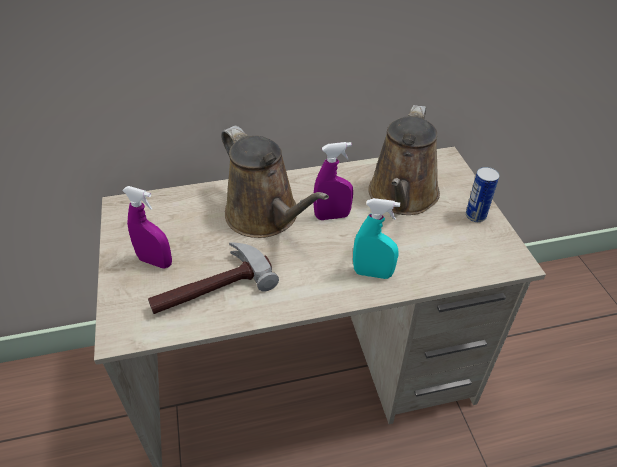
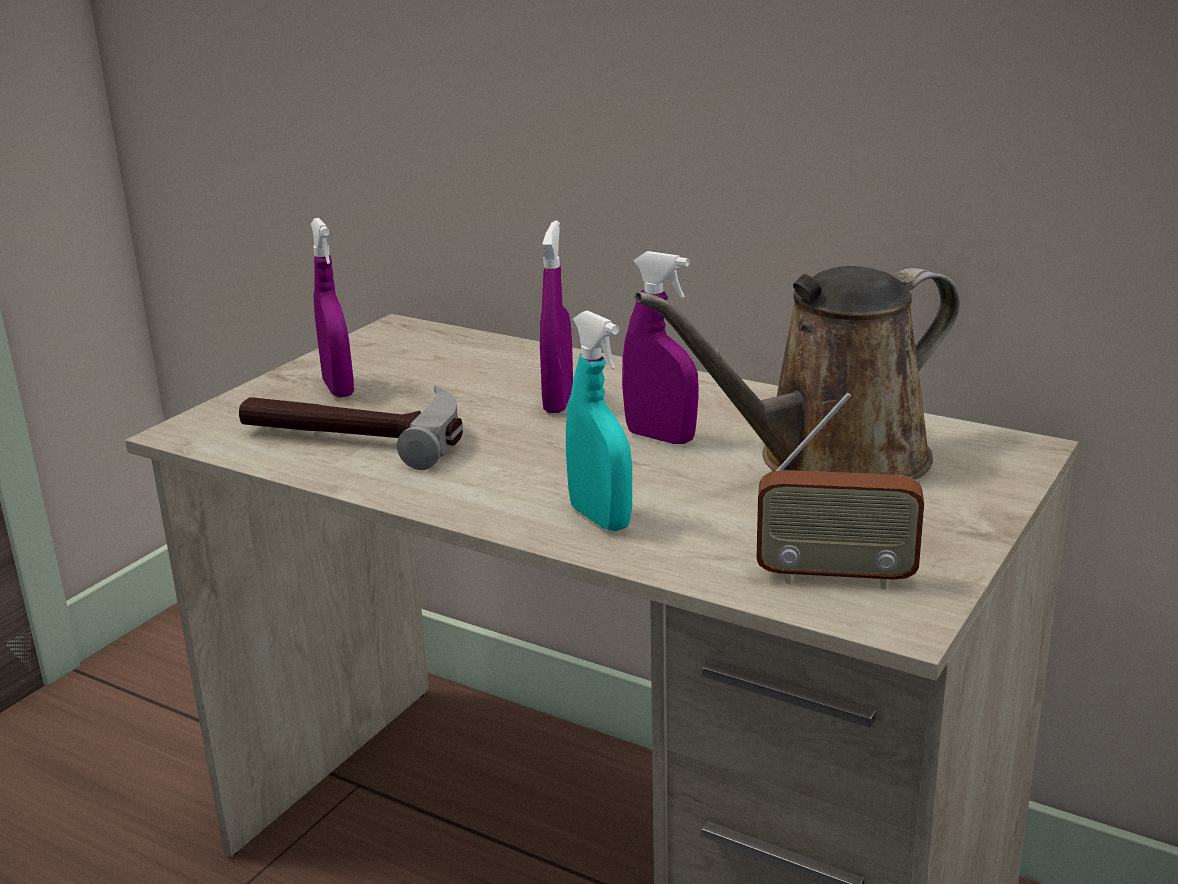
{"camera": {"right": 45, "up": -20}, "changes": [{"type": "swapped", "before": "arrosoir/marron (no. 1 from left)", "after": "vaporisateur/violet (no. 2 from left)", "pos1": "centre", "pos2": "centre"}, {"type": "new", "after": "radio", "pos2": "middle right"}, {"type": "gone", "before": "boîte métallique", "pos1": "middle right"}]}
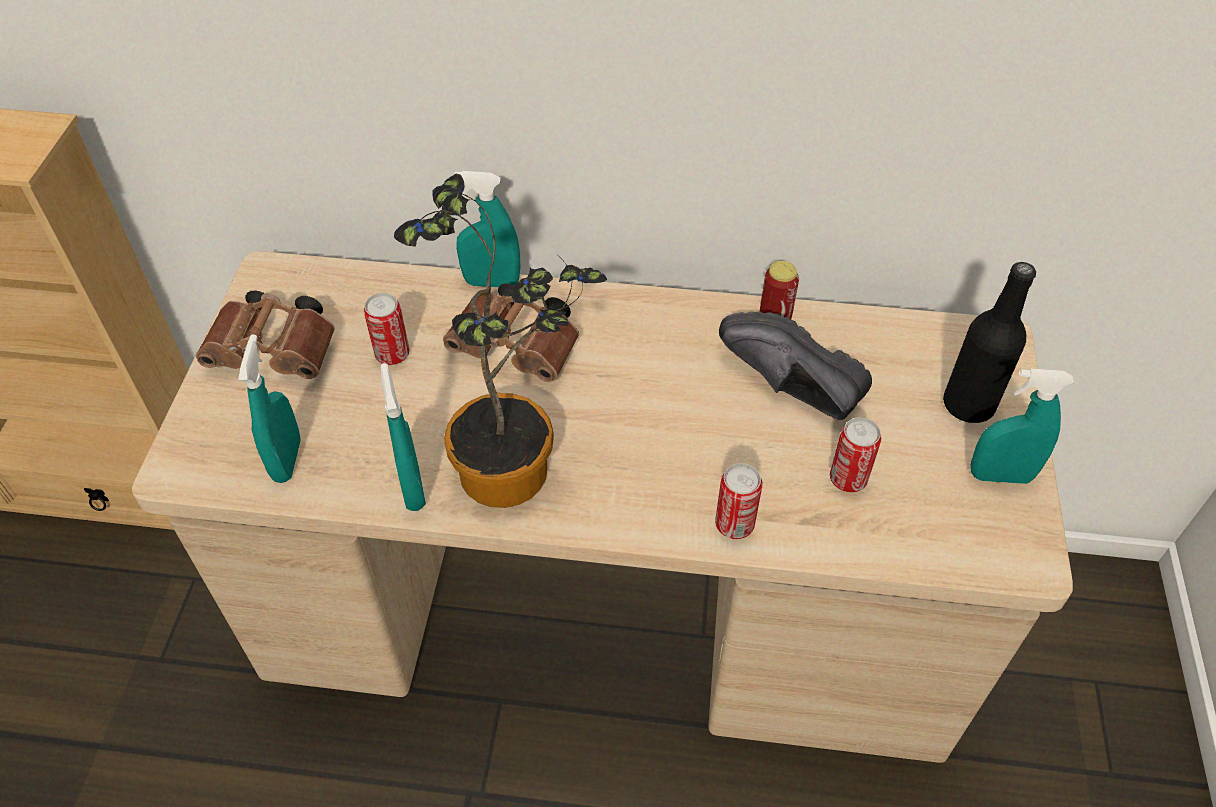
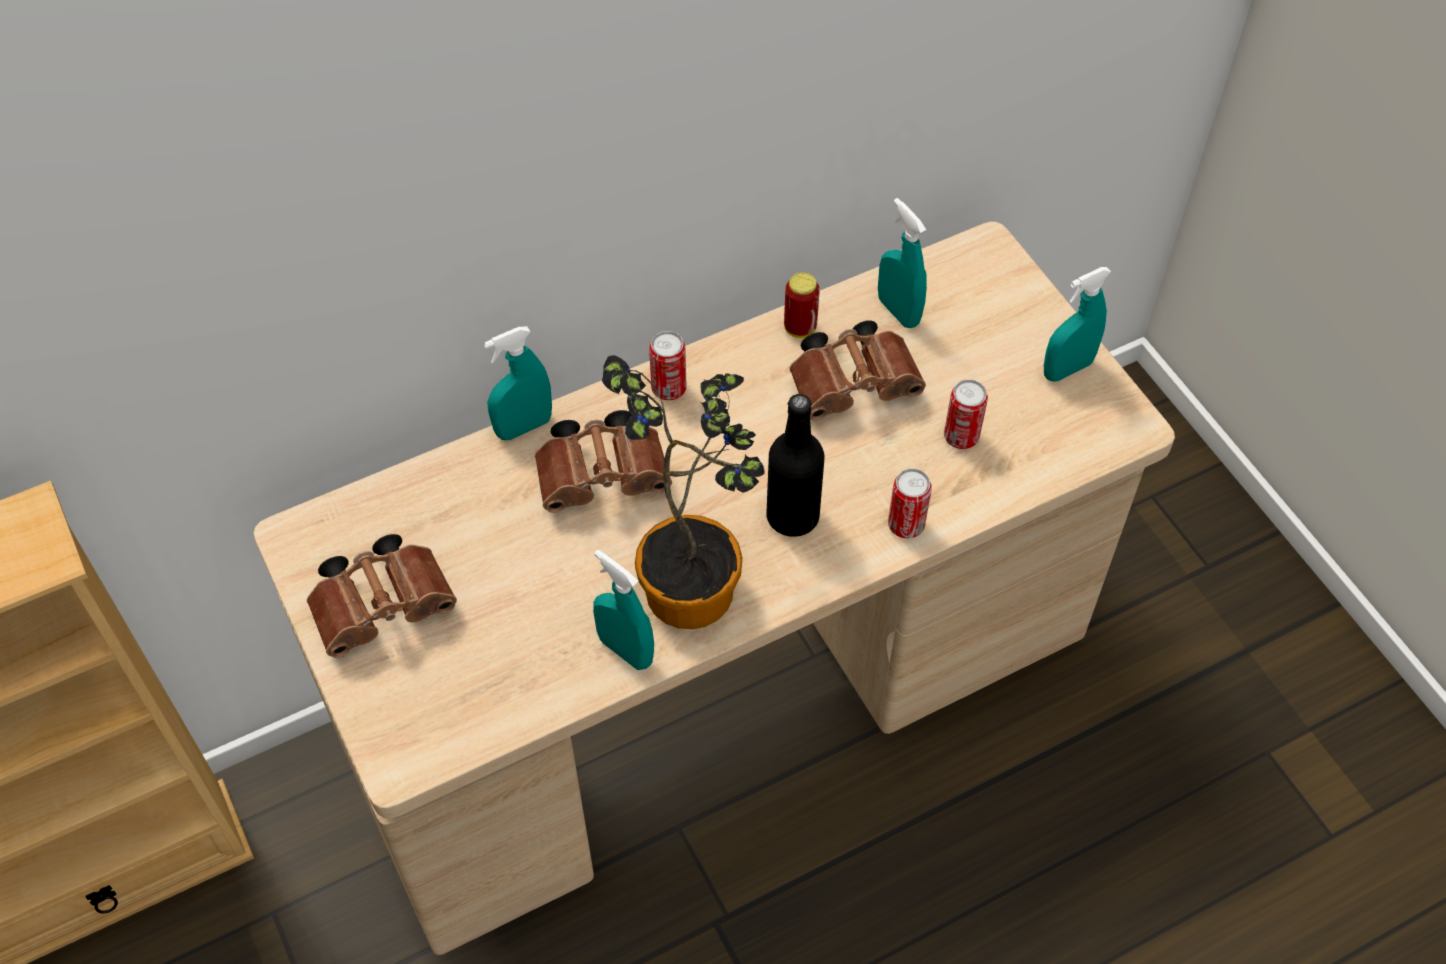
{"camera": {"right": -35, "up": 5}, "changes": [{"type": "shifted", "before": "boîte métallique (no. 1 from left)", "pos1": "middle left", "pos2": "centre"}, {"type": "shifted", "before": "bouteille/noir", "pos1": "middle right", "pos2": "centre"}, {"type": "swapped", "before": "chaussure/noir", "after": "jumelles/marron (no. 3 from left)", "pos1": "centre", "pos2": "centre"}, {"type": "shifted", "before": "vaporisateur/turquoise (no. 1 from left in the first image)", "after": "vaporisateur/turquoise (no. 3 from left)", "pos1": "middle left", "pos2": "top centre"}]}
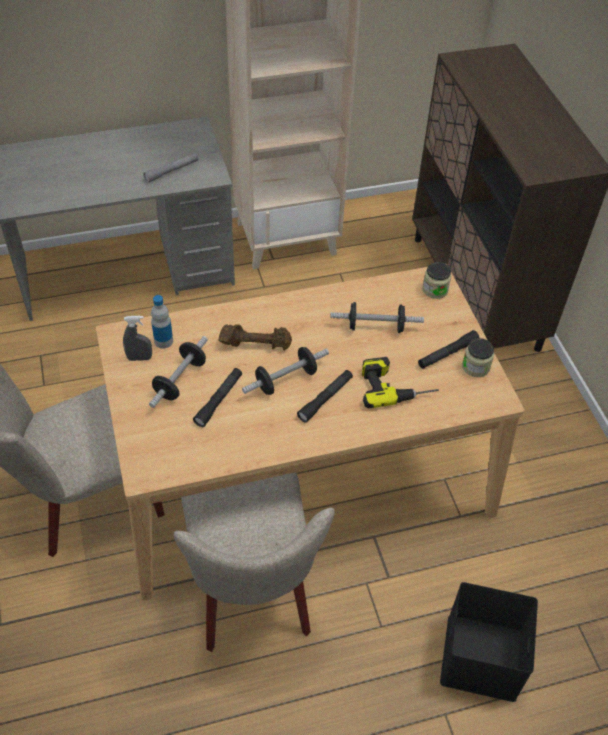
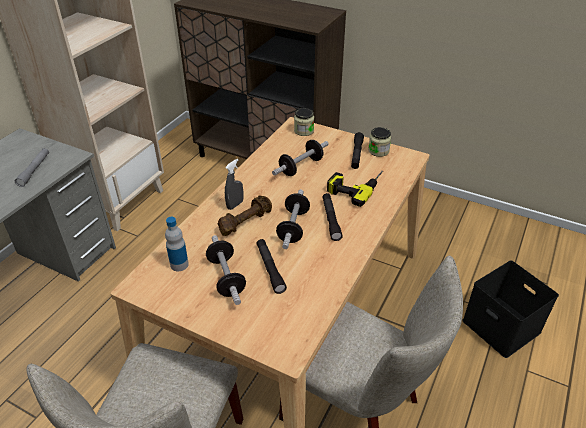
{"camera": {"right": -45, "up": -10}, "changes": [{"type": "shifted", "before": "vaporisateur/gris", "pos1": "middle left", "pos2": "centre"}]}
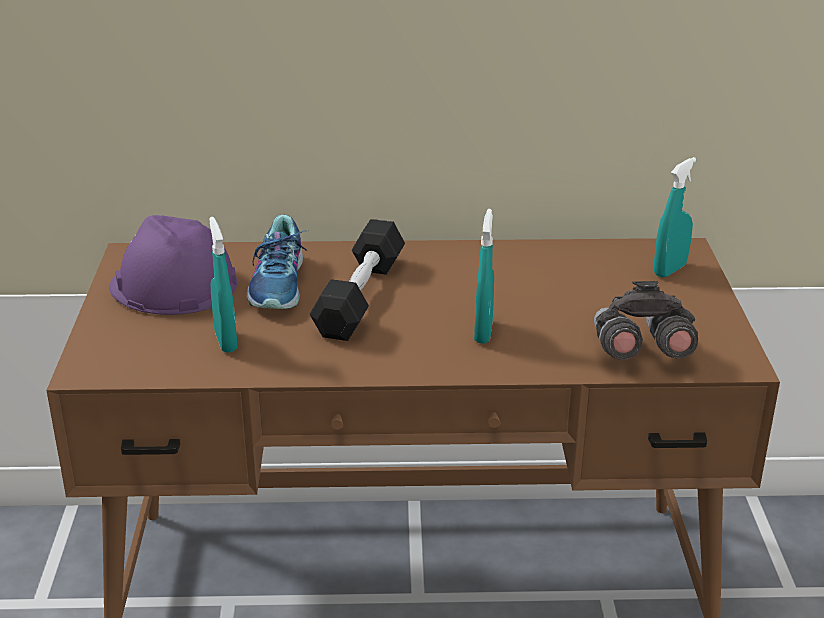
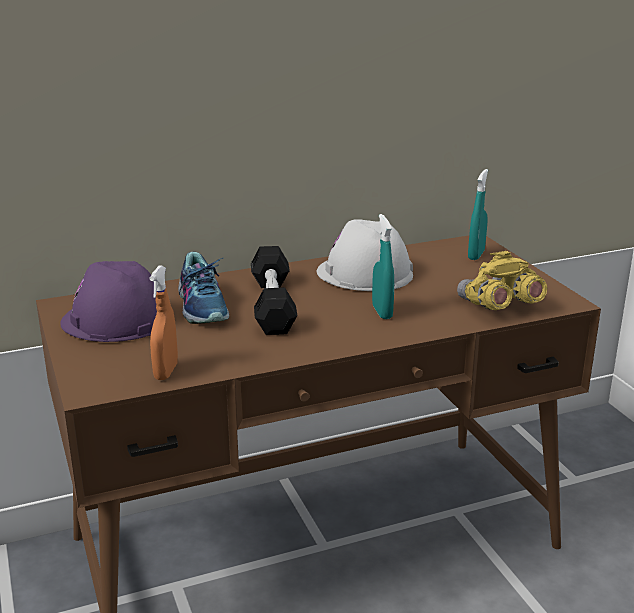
{"camera": {"right": -20, "up": -5}, "changes": [{"type": "new", "after": "vaporisateur/orange", "pos2": "middle left"}, {"type": "new", "after": "casque de chantier/blanc", "pos2": "centre"}, {"type": "repainted", "before": "jumelles/gris", "after": "jumelles/jaune", "pos1": "middle right", "pos2": "middle right"}, {"type": "gone", "before": "vaporisateur/turquoise (no. 1 from left)", "pos1": "middle left"}]}
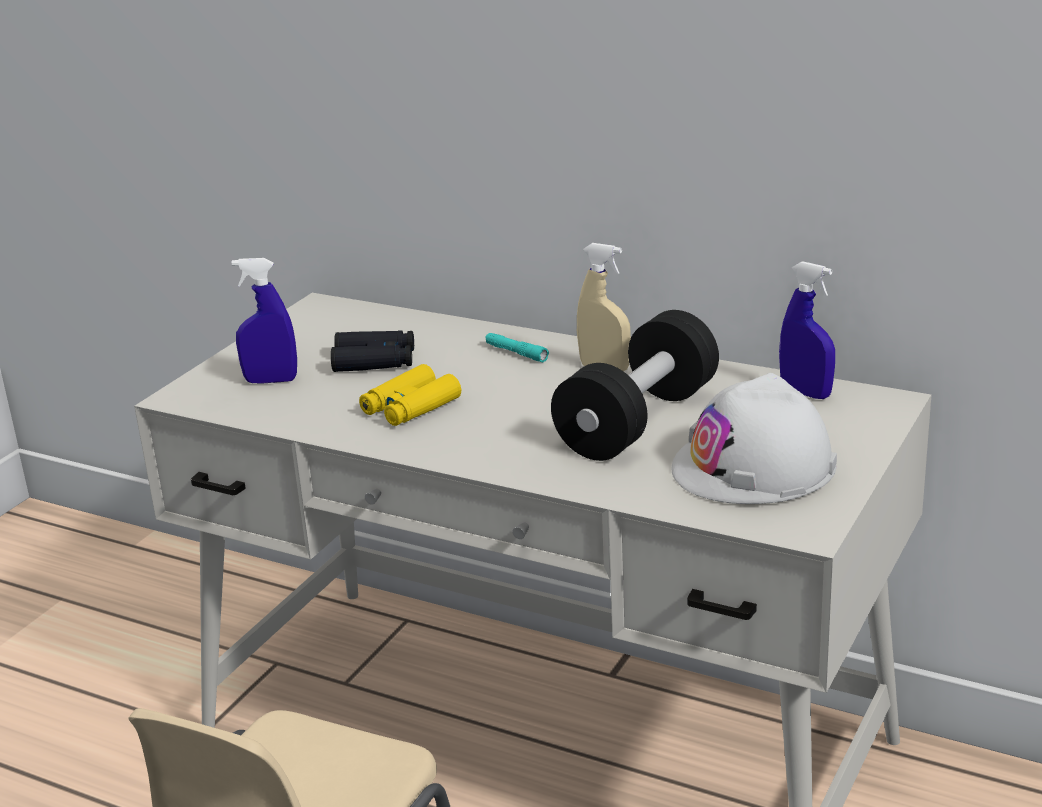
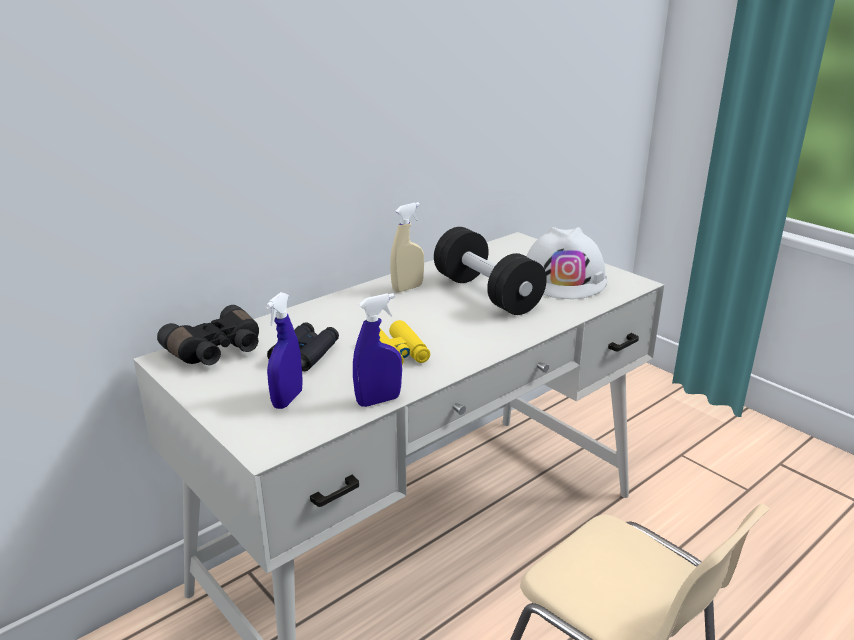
{"camera": {"right": -70, "up": 0}, "changes": [{"type": "new", "after": "jumelles/noir (no. 1 from left)", "pos2": "middle left"}, {"type": "shifted", "before": "vaporisateur/bleu (no. 2 from left)", "pos1": "middle right", "pos2": "centre"}, {"type": "gone", "before": "lampe de poche/turquoise", "pos1": "centre"}]}
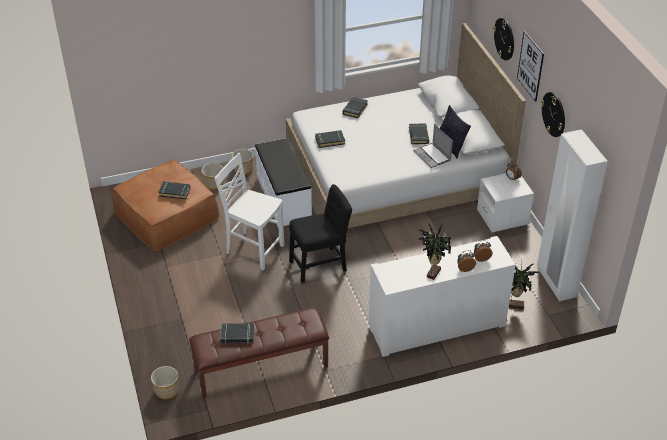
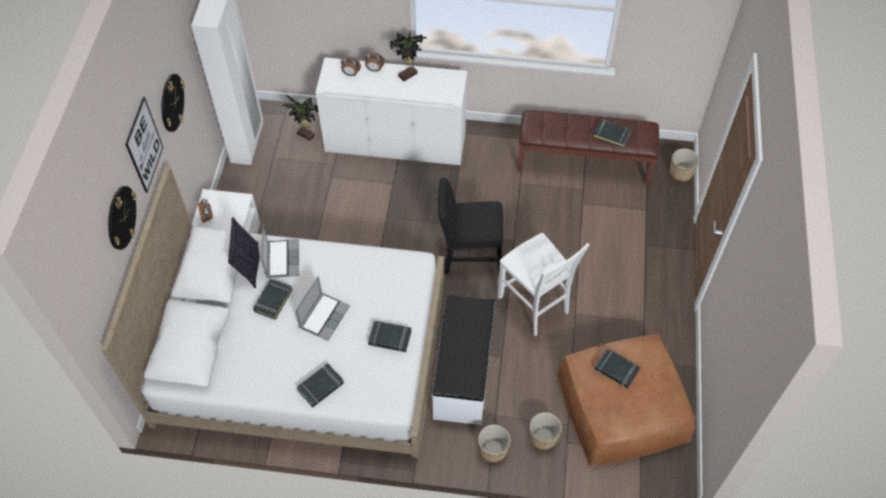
{"camera": {"right": -155, "up": 15}, "changes": [{"type": "new", "after": "ordinateur portable (no. 2 from left)", "pos2": "centre"}]}
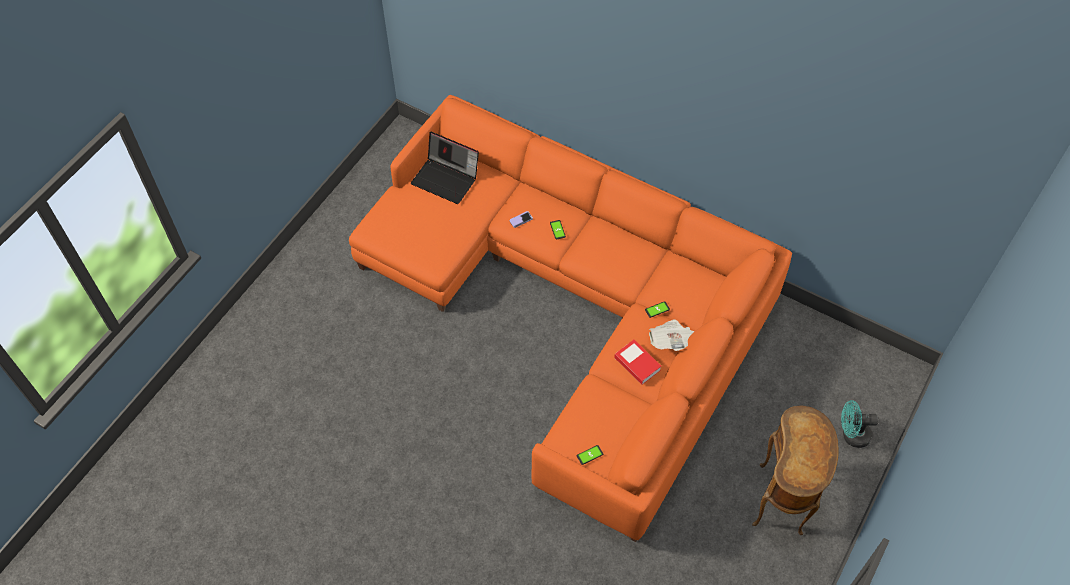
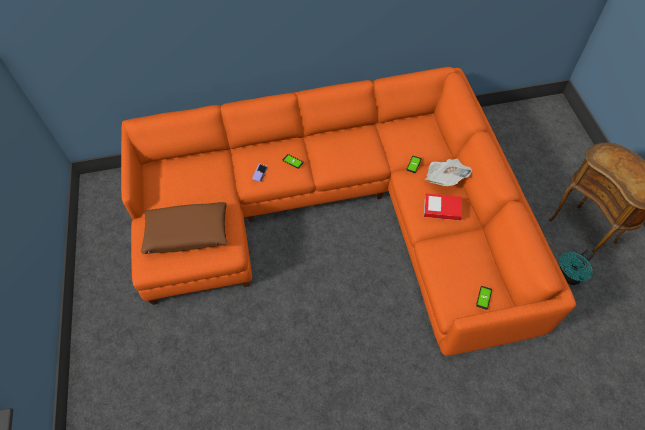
{"camera": {"right": -40, "up": 0}, "changes": [{"type": "new", "after": "coussin/marron", "pos2": "middle left"}, {"type": "shifted", "before": "ventilateur/turquoise", "pos1": "bottom right", "pos2": "middle right"}, {"type": "gone", "before": "ordinateur portable", "pos1": "top centre"}]}
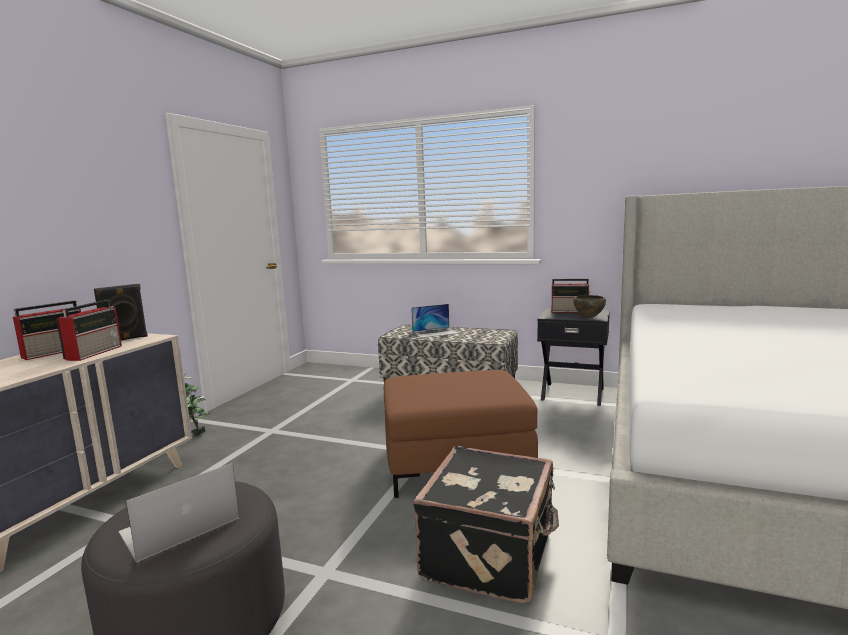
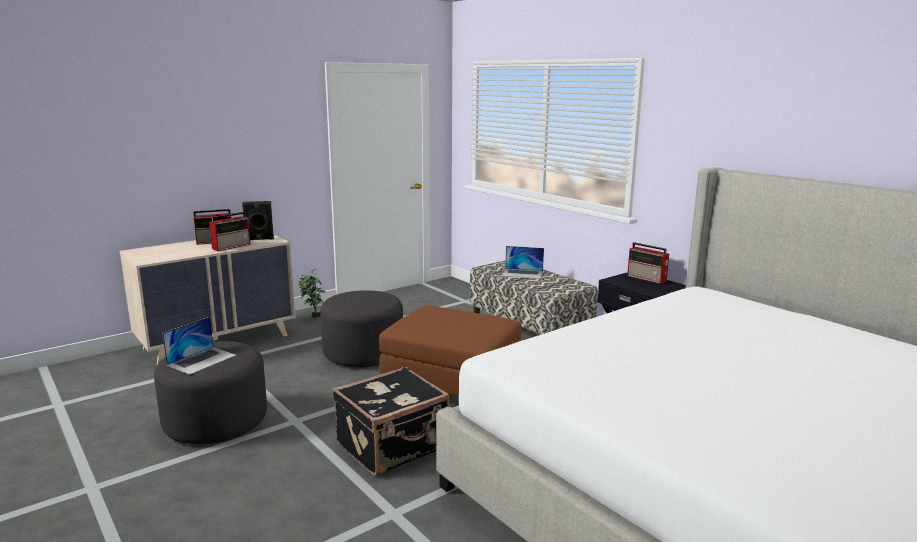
{"camera": {"right": 30, "up": 5}, "changes": [{"type": "rotated", "before": "ordinateur portable (no. 1 from left)", "pos1": "bottom left", "pos2": "middle left", "turn": 135}, {"type": "new", "after": "pouf/gris (no. 2 from left)", "pos2": "centre"}, {"type": "gone", "before": "bol/marron", "pos1": "middle right"}]}
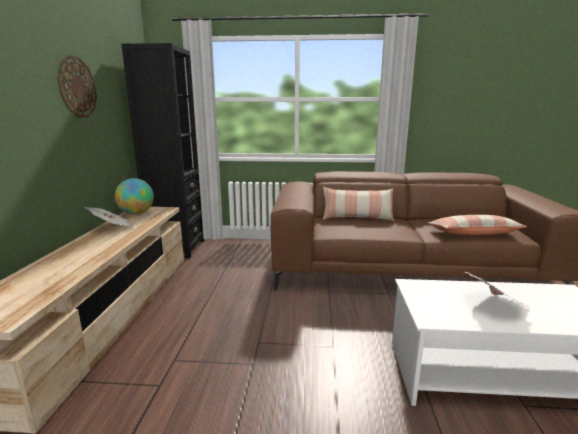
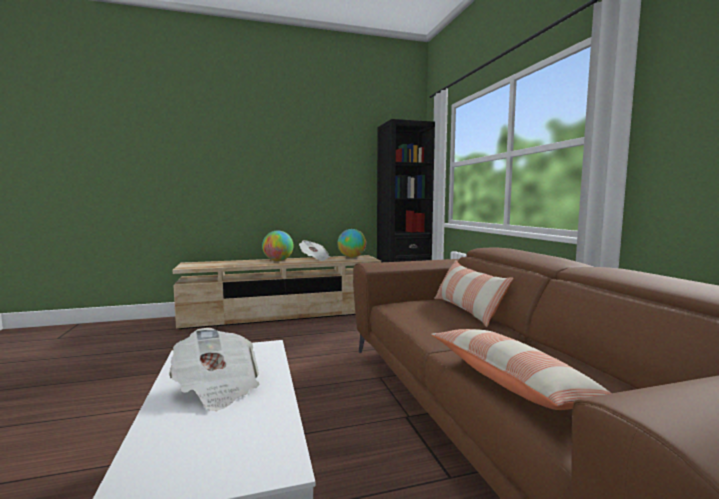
{"camera": {"right": 70, "up": -10}, "changes": [{"type": "new", "after": "globe (no. 1 from left)", "pos2": "centre"}, {"type": "gone", "before": "horloge murale", "pos1": "top left"}]}
